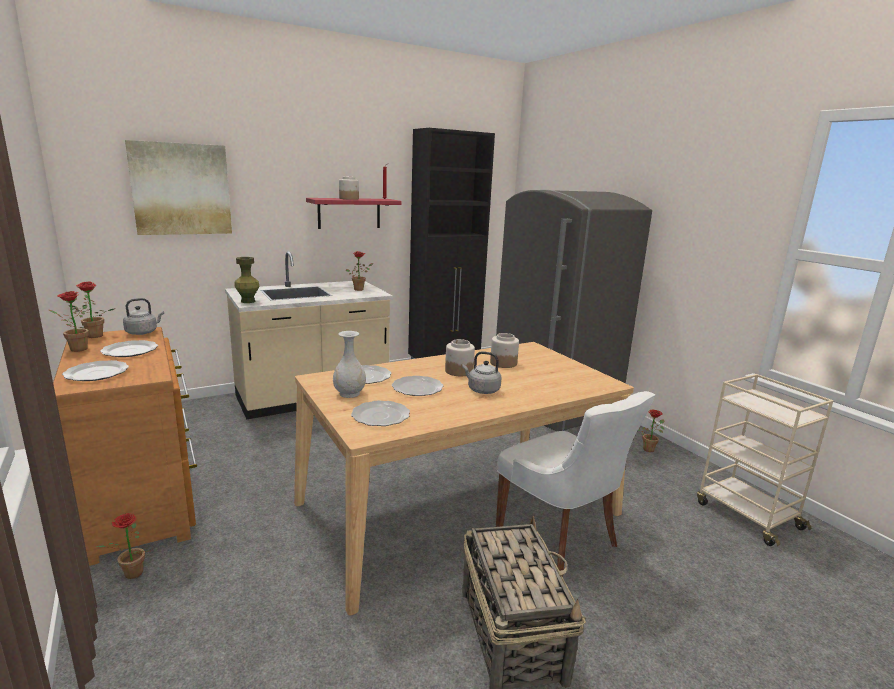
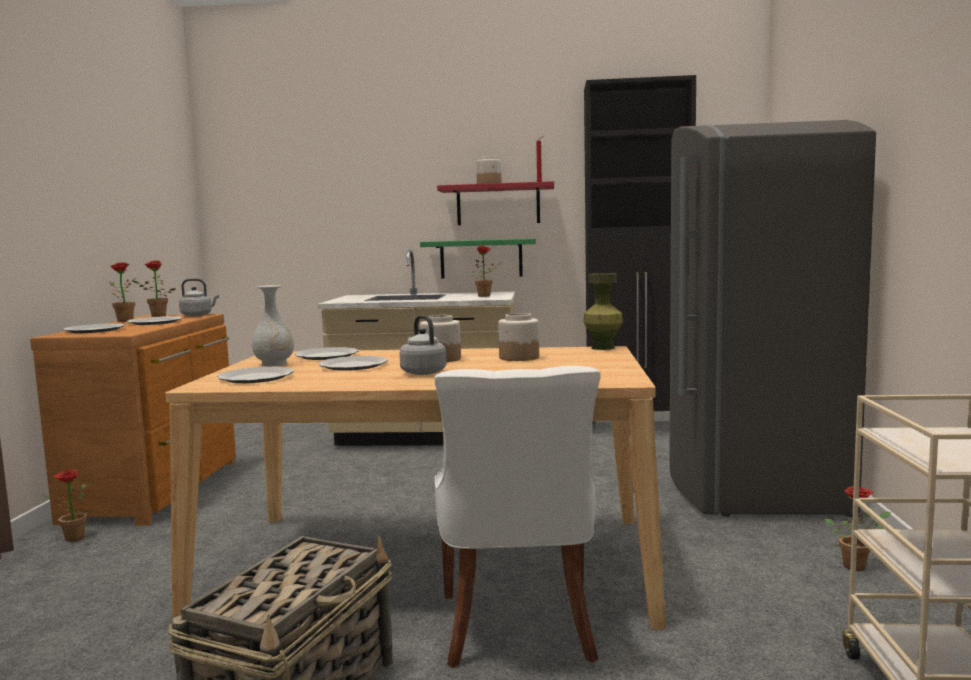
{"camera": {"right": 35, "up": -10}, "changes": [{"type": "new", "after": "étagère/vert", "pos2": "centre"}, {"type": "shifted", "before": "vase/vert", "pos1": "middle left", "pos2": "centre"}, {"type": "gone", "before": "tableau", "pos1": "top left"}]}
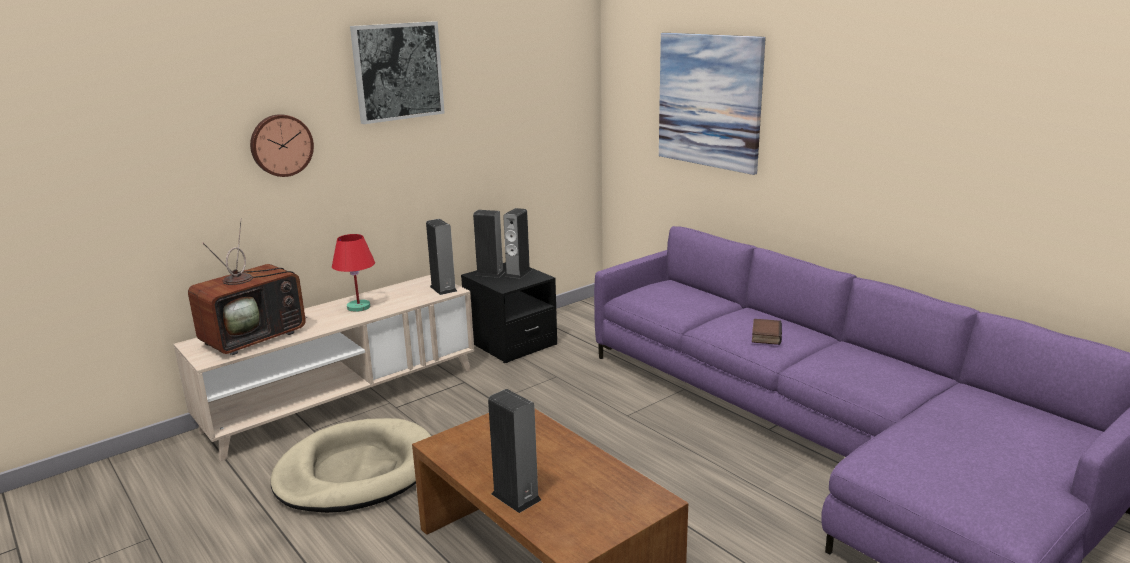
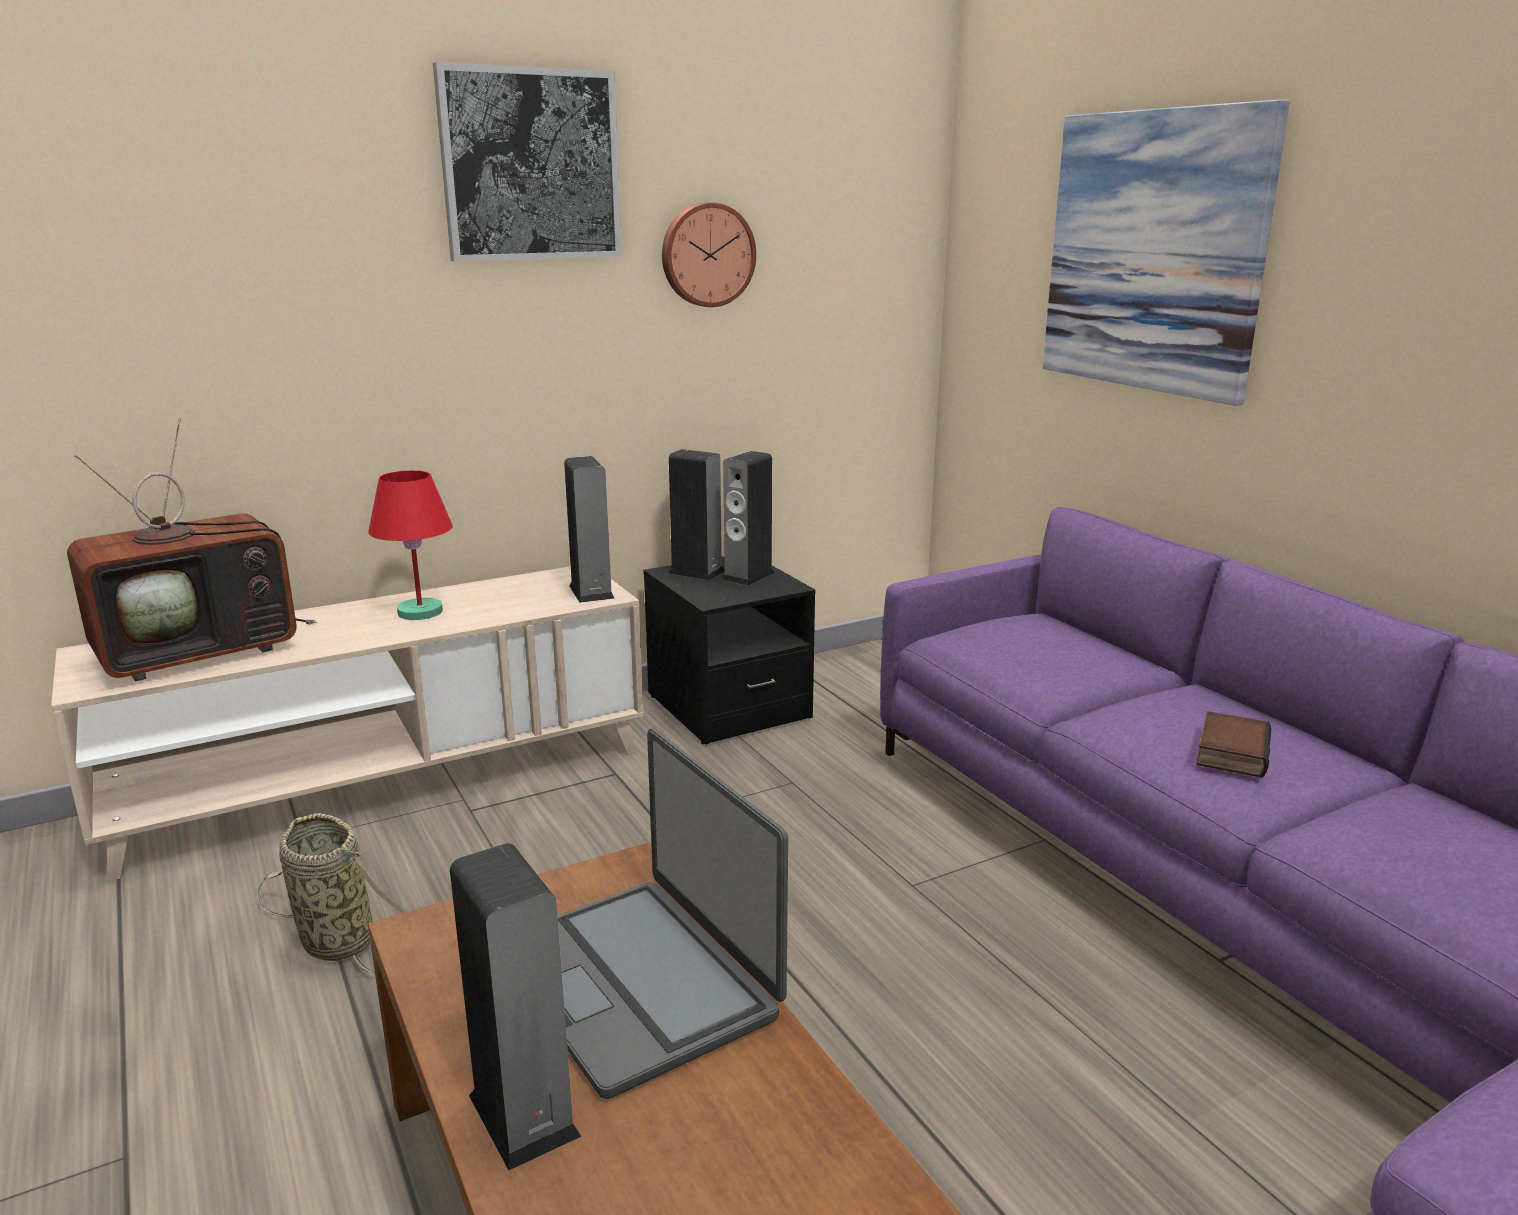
{"camera": {"right": 10, "up": 0}, "changes": [{"type": "swapped", "before": "panier pour chien/beige", "after": "panier", "pos1": "bottom left", "pos2": "bottom left"}, {"type": "new", "after": "ordinateur portable", "pos2": "bottom centre"}, {"type": "shifted", "before": "horloge murale", "pos1": "top left", "pos2": "top centre"}]}
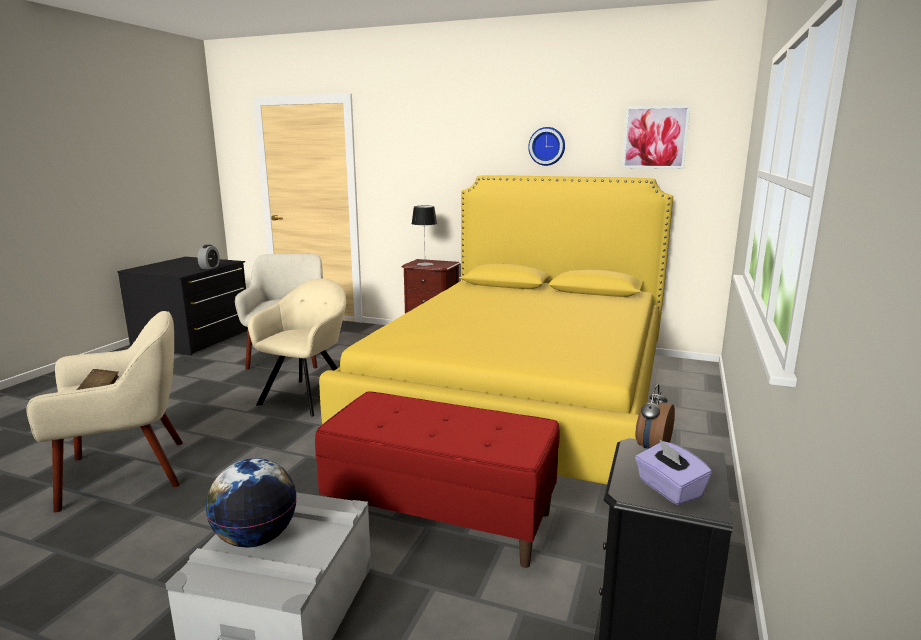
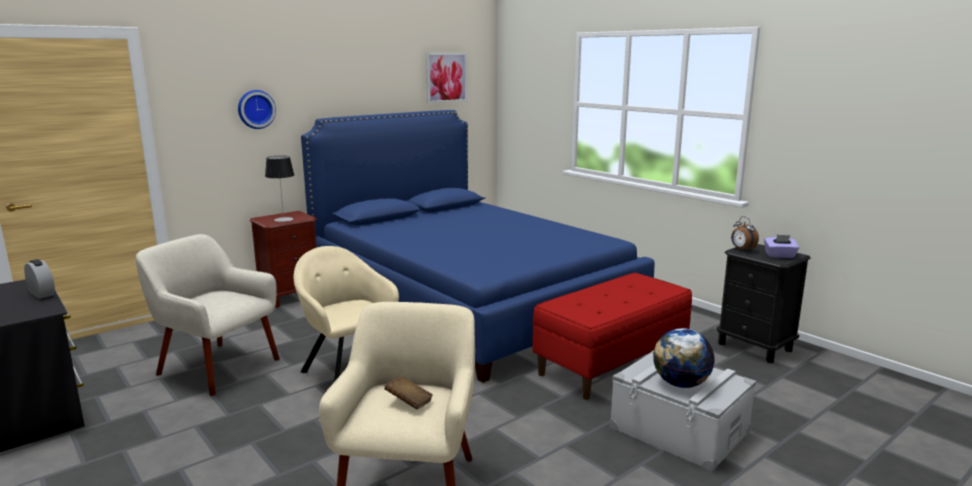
{"camera": {"right": -60, "up": 0}, "changes": [{"type": "shifted", "before": "horloge murale", "pos1": "top centre", "pos2": "top left"}, {"type": "repainted", "before": "lit/jaune", "after": "lit/bleu", "pos1": "centre", "pos2": "centre"}]}
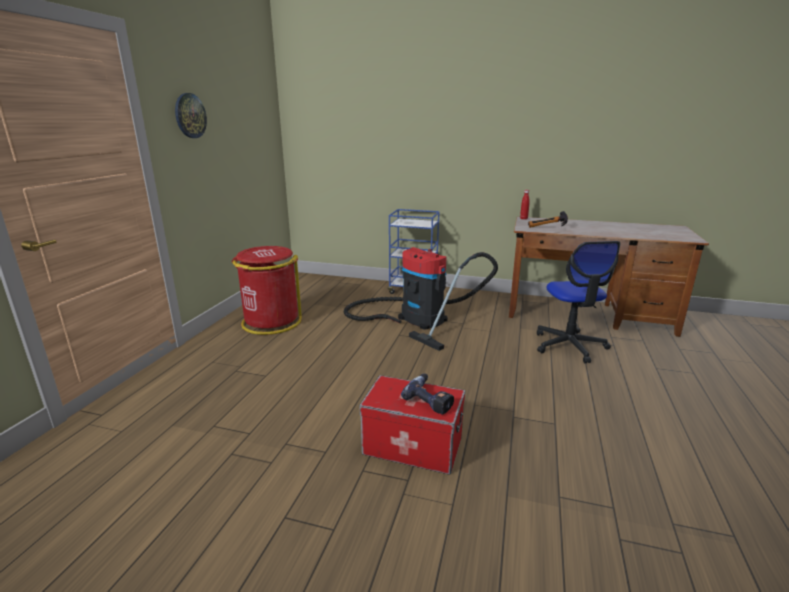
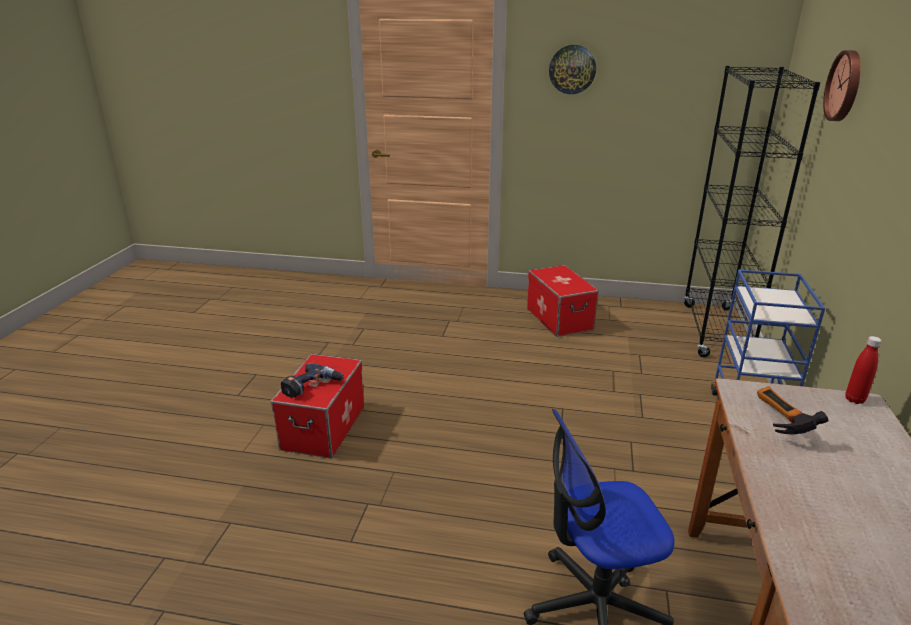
{"camera": {"right": 85, "up": 5}, "changes": [{"type": "swapped", "before": "poubelle/rouge", "after": "boîte de rangement (no. 2 from left)", "pos1": "centre", "pos2": "centre"}, {"type": "new", "after": "bibliothèque/noir", "pos2": "middle right"}, {"type": "new", "after": "horloge murale (no. 2 from left)", "pos2": "top right"}, {"type": "gone", "before": "aspirateur", "pos1": "centre"}]}
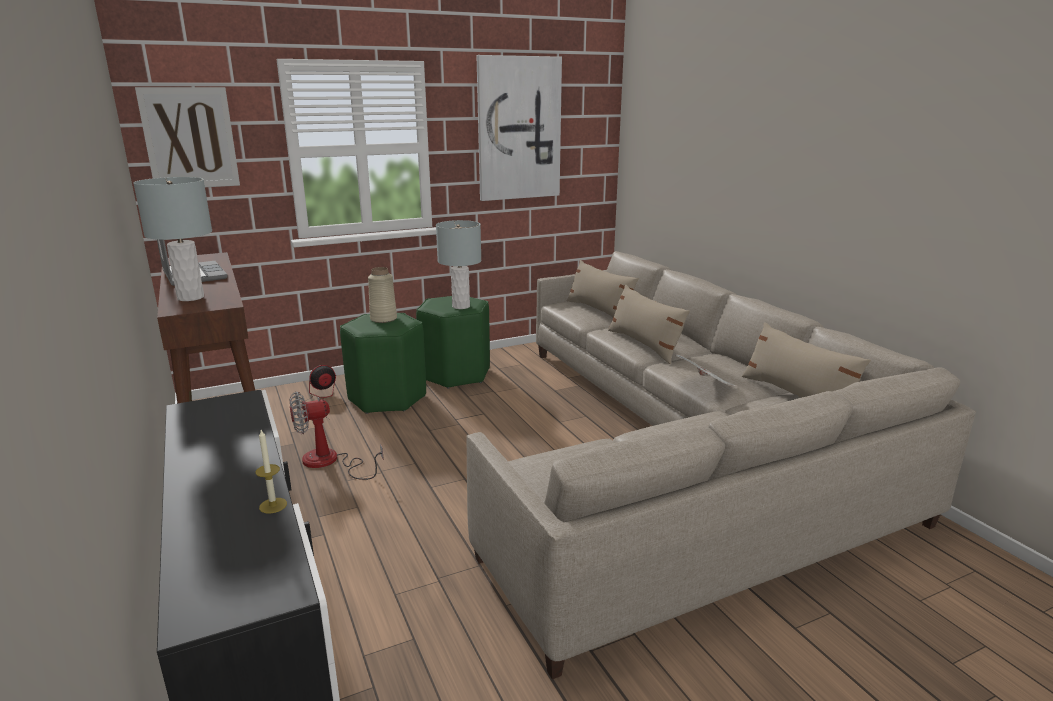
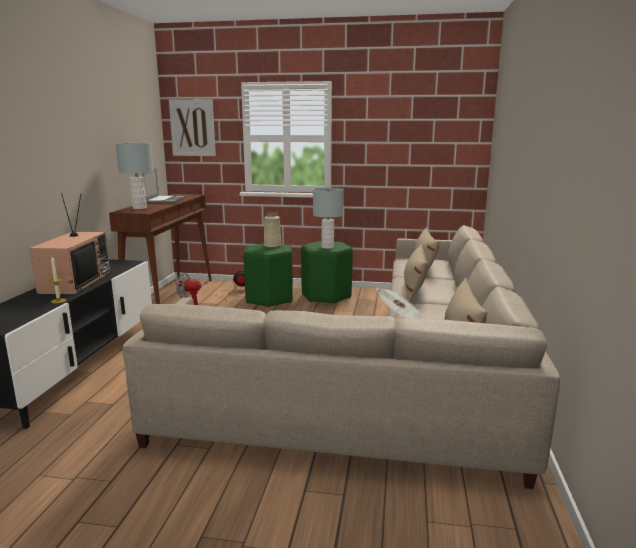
{"camera": {"right": 35, "up": -5}, "changes": [{"type": "new", "after": "téléviseur", "pos2": "middle left"}, {"type": "gone", "before": "tableau (no. 2 from left)", "pos1": "top centre"}]}
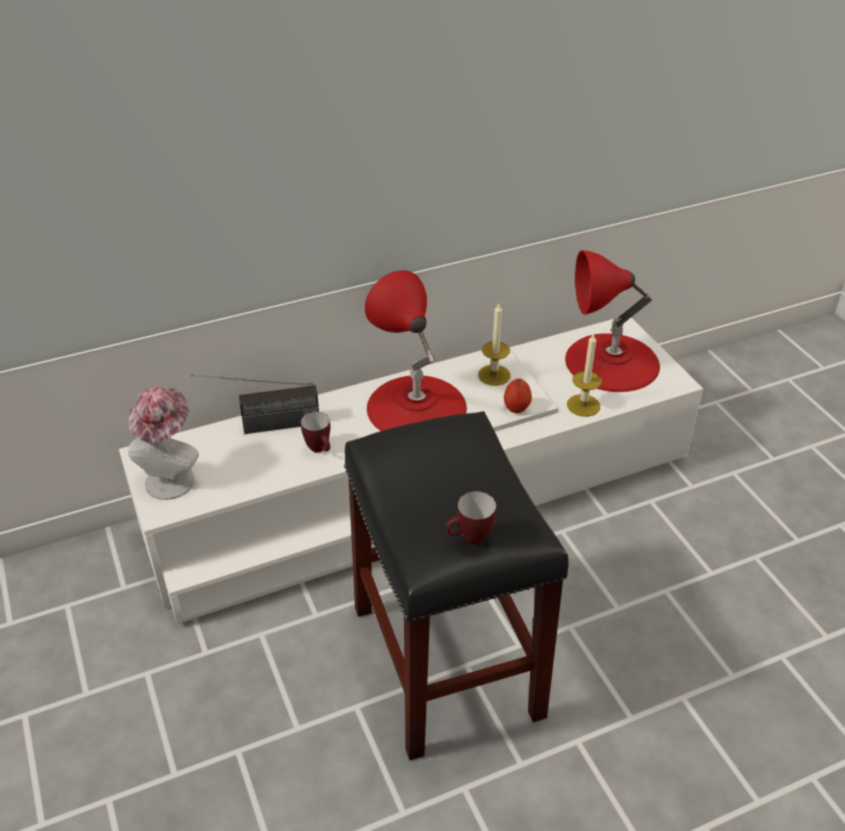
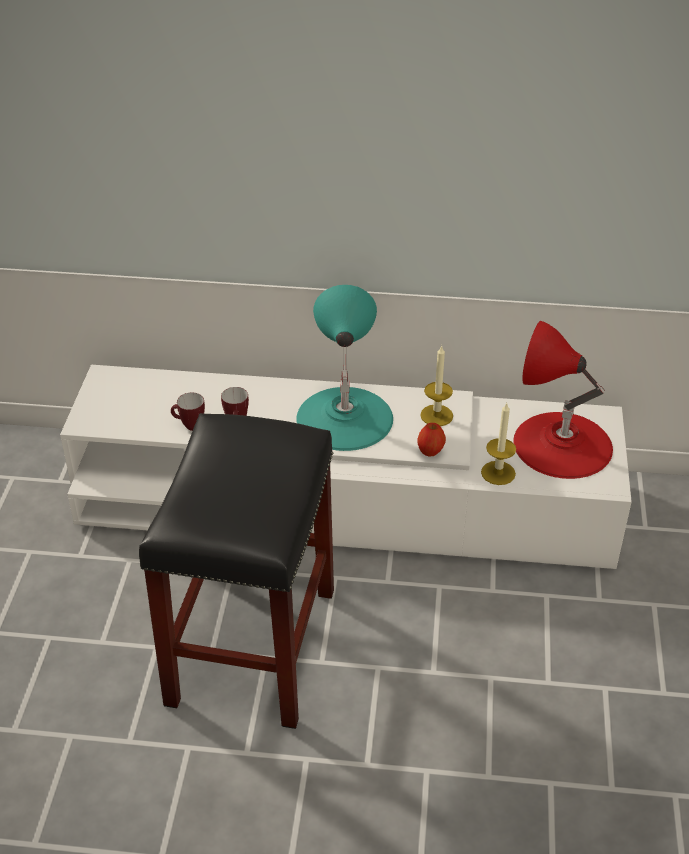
{"camera": {"right": 30, "up": 0}, "changes": [{"type": "shifted", "before": "mug (no. 2 from left in the first image)", "after": "mug (no. 1 from left)", "pos1": "centre", "pos2": "middle left"}, {"type": "repainted", "before": "lampe de table/rouge (no. 1 from left)", "after": "lampe de table/turquoise", "pos1": "centre", "pos2": "centre"}, {"type": "gone", "before": "chapeau", "pos1": "middle left"}, {"type": "gone", "before": "radio", "pos1": "middle left"}]}
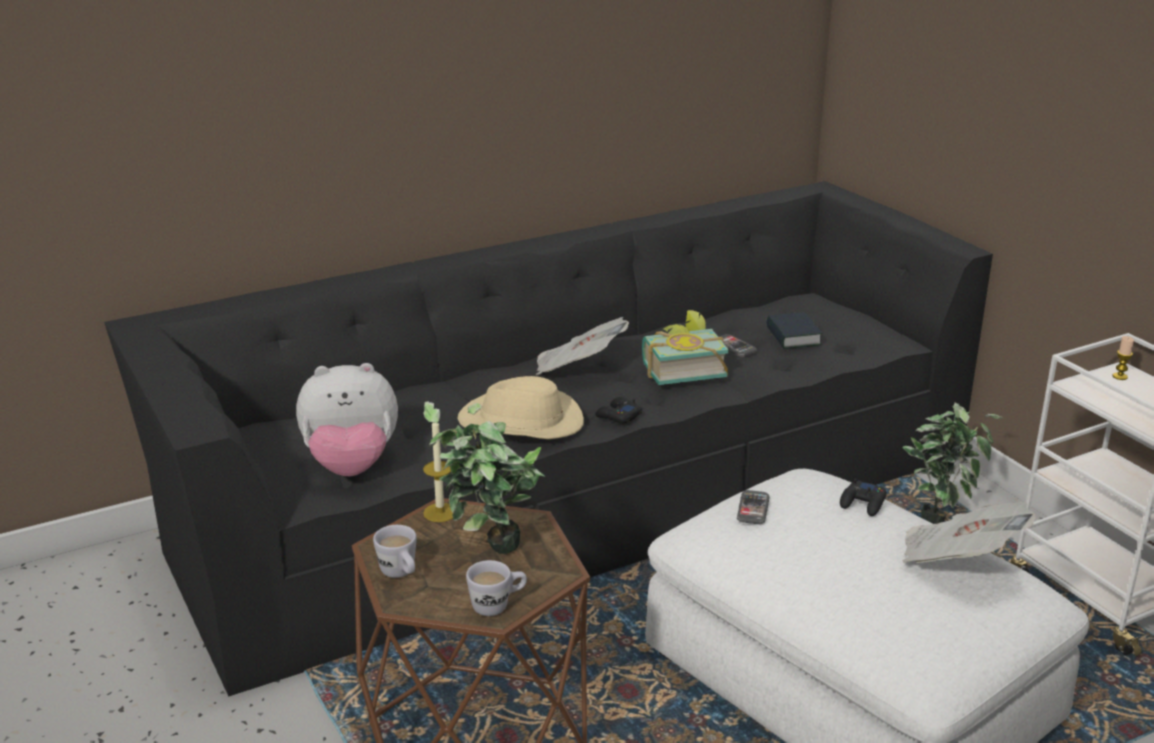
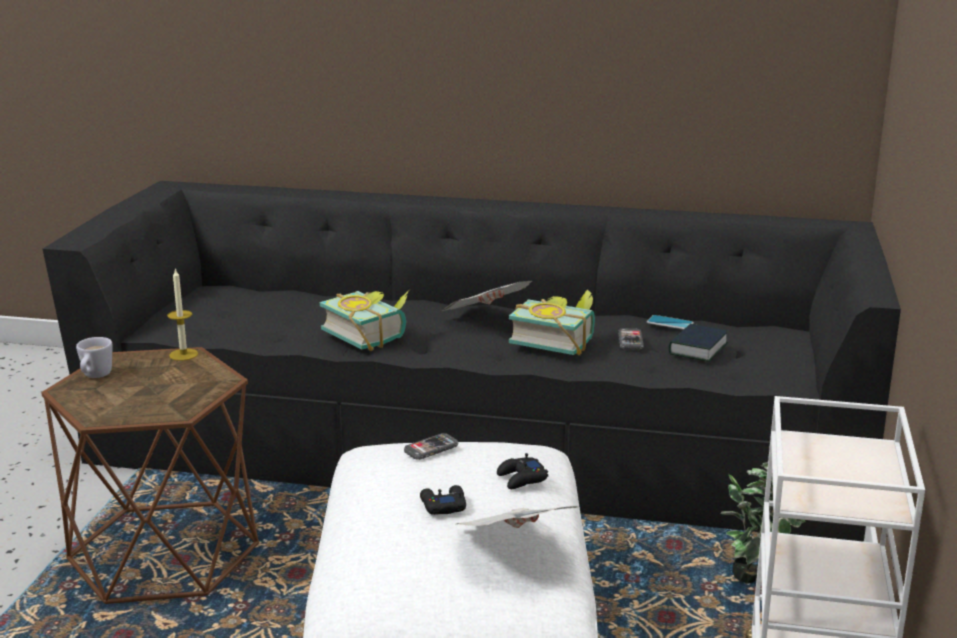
{"camera": {"right": 40, "up": -5}, "changes": [{"type": "swapped", "before": "chapeau/beige", "after": "livre (no. 1 from left)", "pos1": "centre", "pos2": "centre"}, {"type": "shifted", "before": "manette/noir (no. 1 from left)", "pos1": "centre", "pos2": "bottom centre"}, {"type": "new", "after": "téléphone (no. 3 from left)", "pos2": "middle right"}, {"type": "gone", "before": "peluche", "pos1": "middle left"}, {"type": "gone", "before": "plante en pot (no. 1 from left)", "pos1": "centre"}, {"type": "gone", "before": "mug/blanc (no. 2 from left)", "pos1": "bottom centre"}, {"type": "gone", "before": "bougie (no. 2 from left)", "pos1": "middle right"}]}
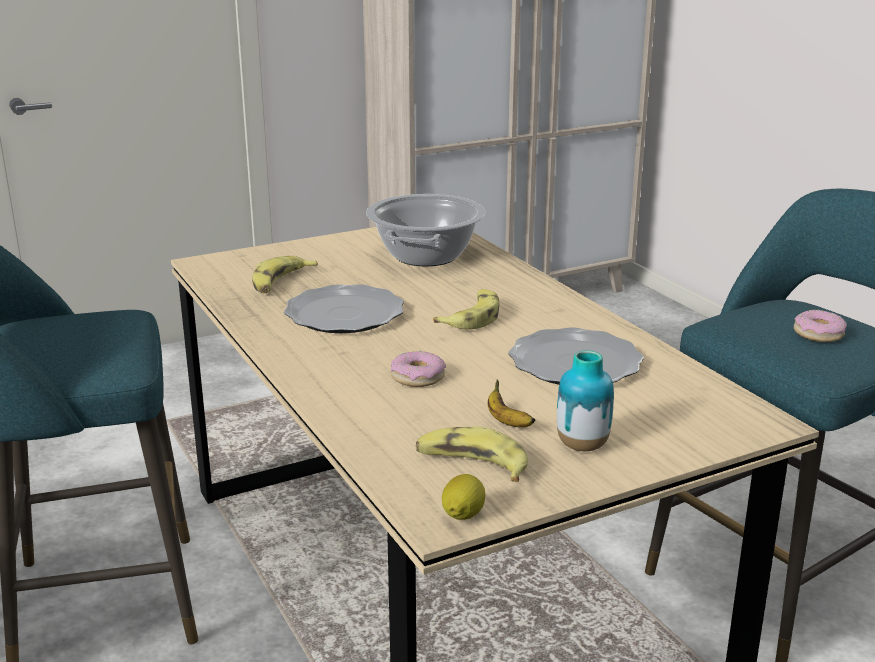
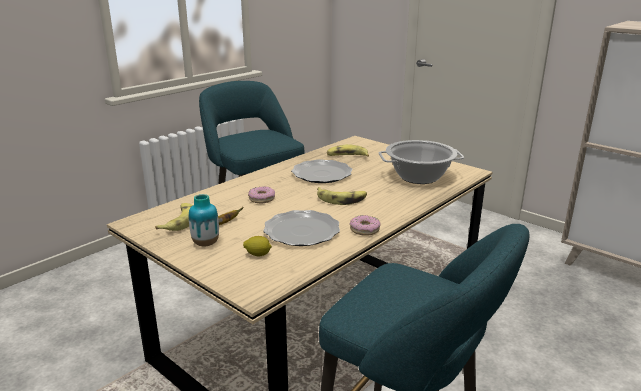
{"camera": {"right": 70, "up": 0}, "changes": [{"type": "shifted", "before": "citron", "pos1": "bottom centre", "pos2": "centre"}, {"type": "shifted", "before": "beignet (no. 2 from left)", "pos1": "middle right", "pos2": "centre"}]}
